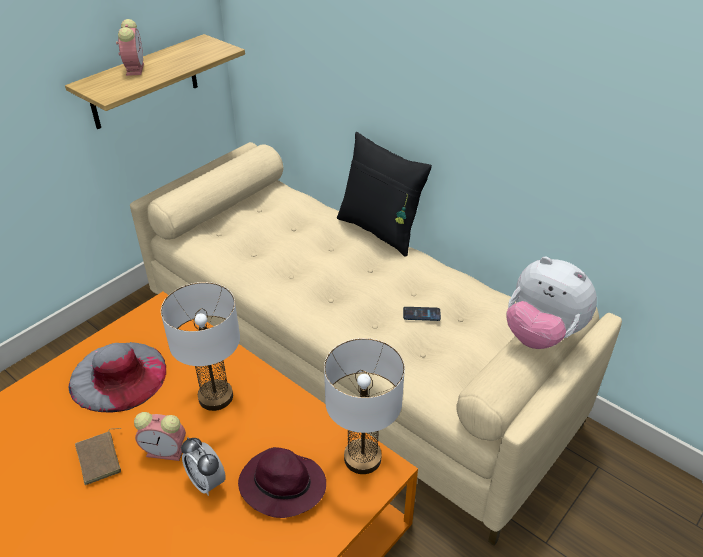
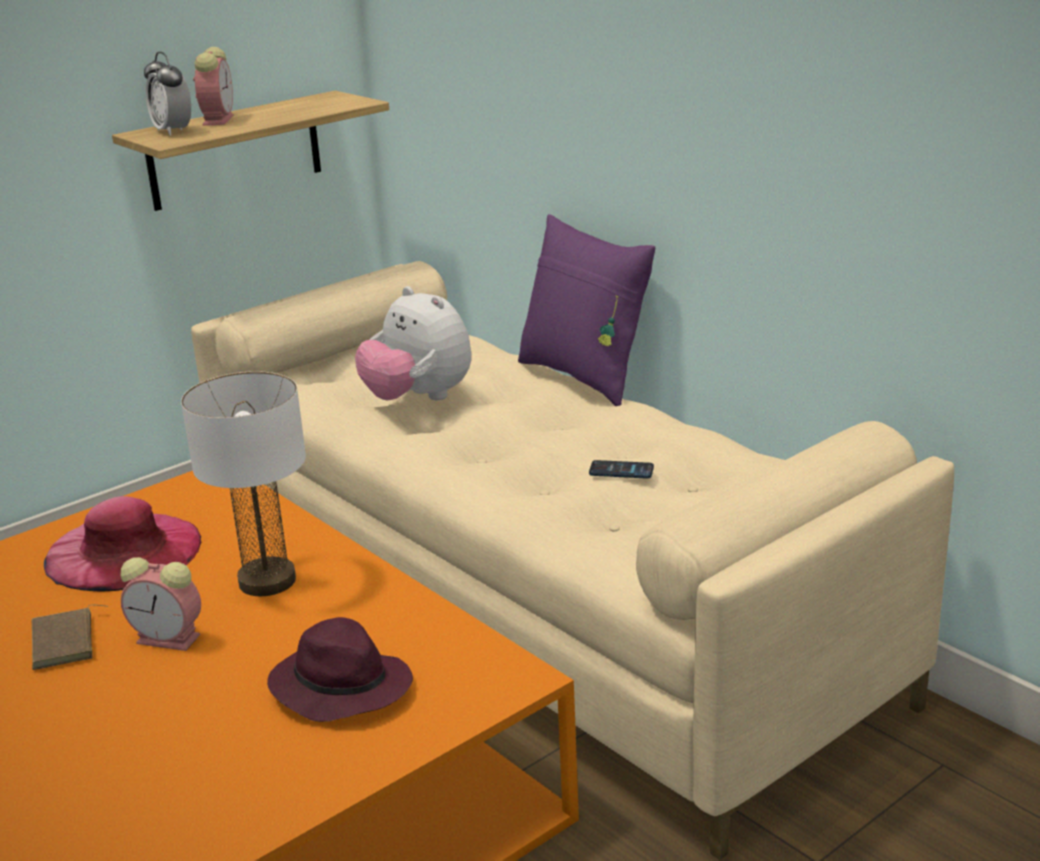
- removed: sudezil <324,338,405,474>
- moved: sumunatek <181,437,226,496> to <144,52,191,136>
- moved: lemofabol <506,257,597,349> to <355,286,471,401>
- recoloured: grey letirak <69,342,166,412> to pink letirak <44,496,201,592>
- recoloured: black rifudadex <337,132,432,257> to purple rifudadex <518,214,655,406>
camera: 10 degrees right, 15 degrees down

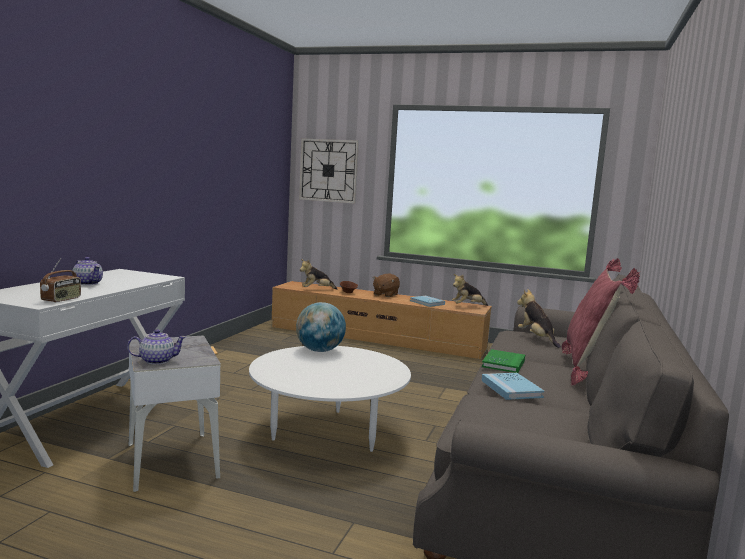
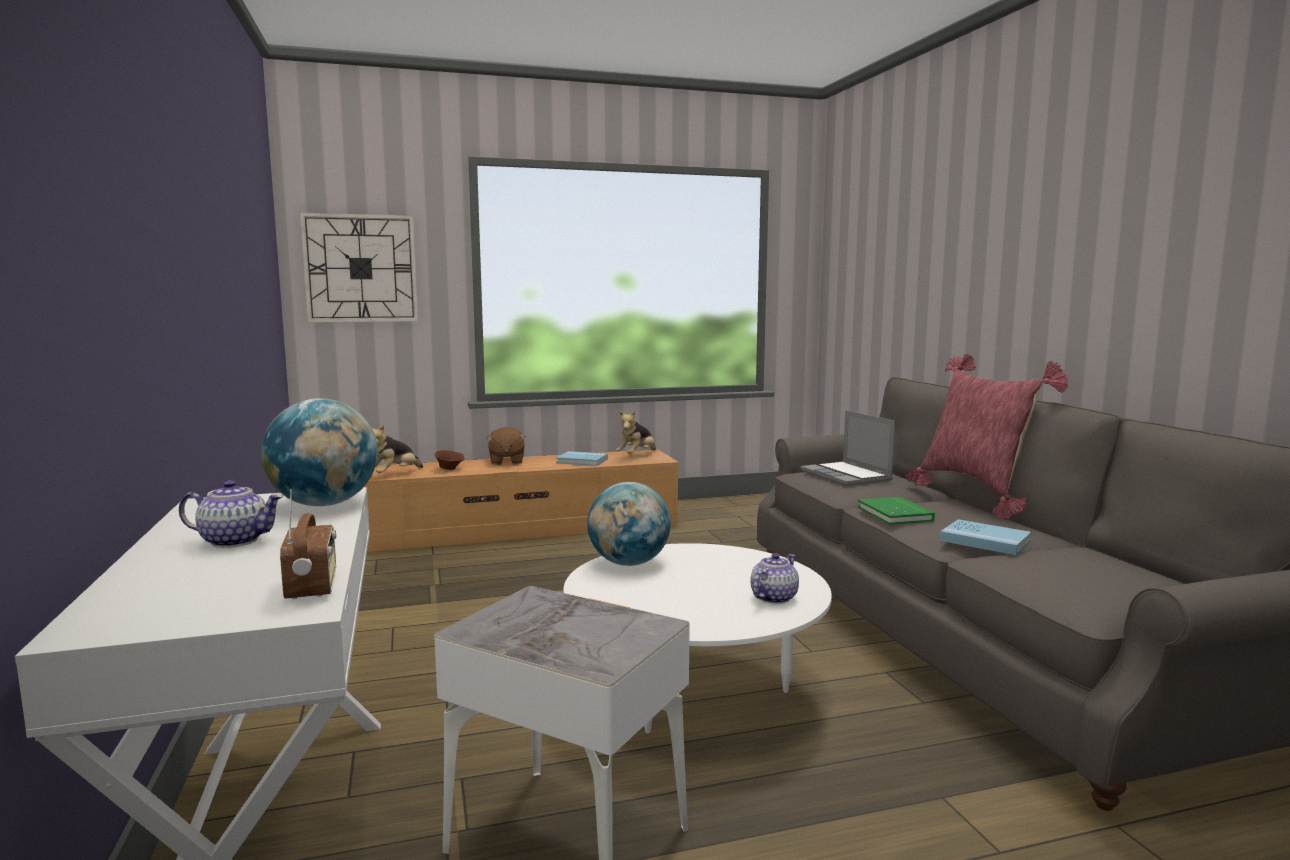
- added: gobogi <261,398,378,506>
- moved: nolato <127,329,186,365> to <751,553,799,604>
- replaced: lemofabol <517,289,561,348> to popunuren <800,410,895,486>
camera: 35 degrees left, 0 degrees up

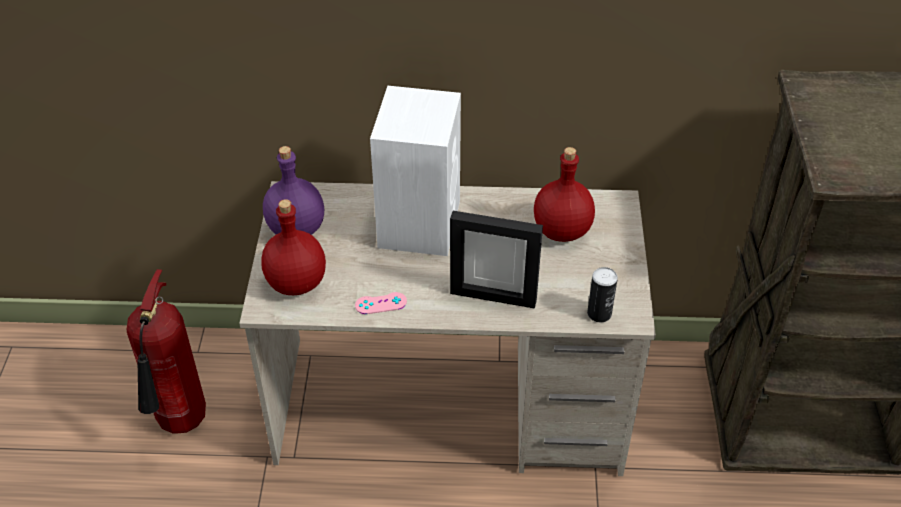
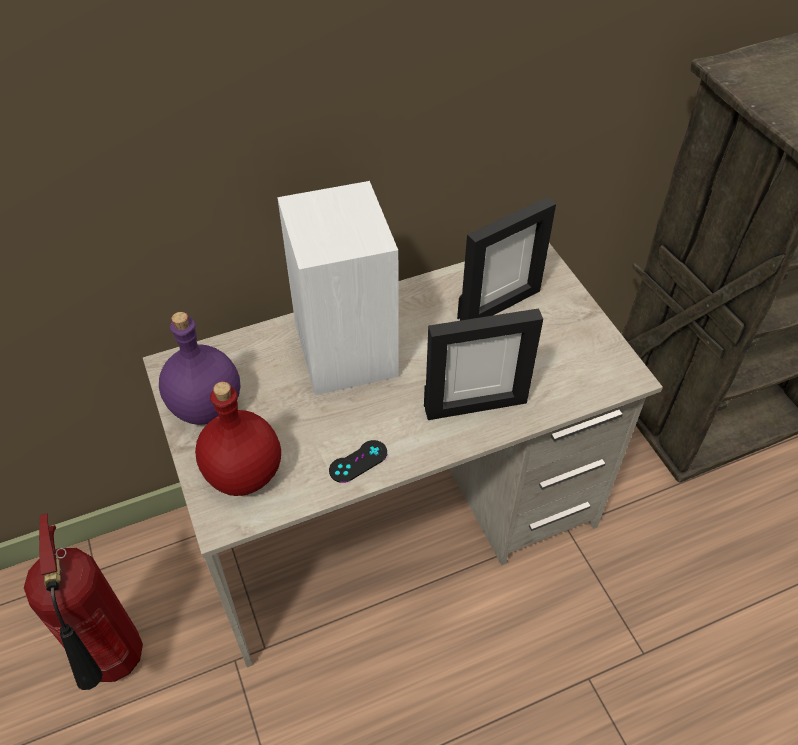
- removed: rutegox <587,267,618,322>
- replaced: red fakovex <534,147,595,242> to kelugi <457,197,556,321>
- recoloured: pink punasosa <355,292,407,314> to black punasosa <329,440,387,483>
camera: 25 degrees left, 5 degrees up

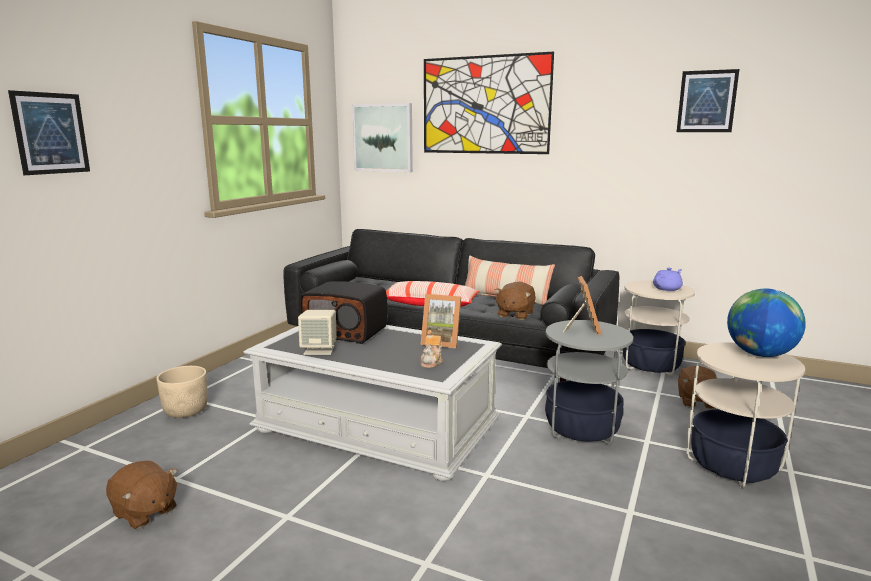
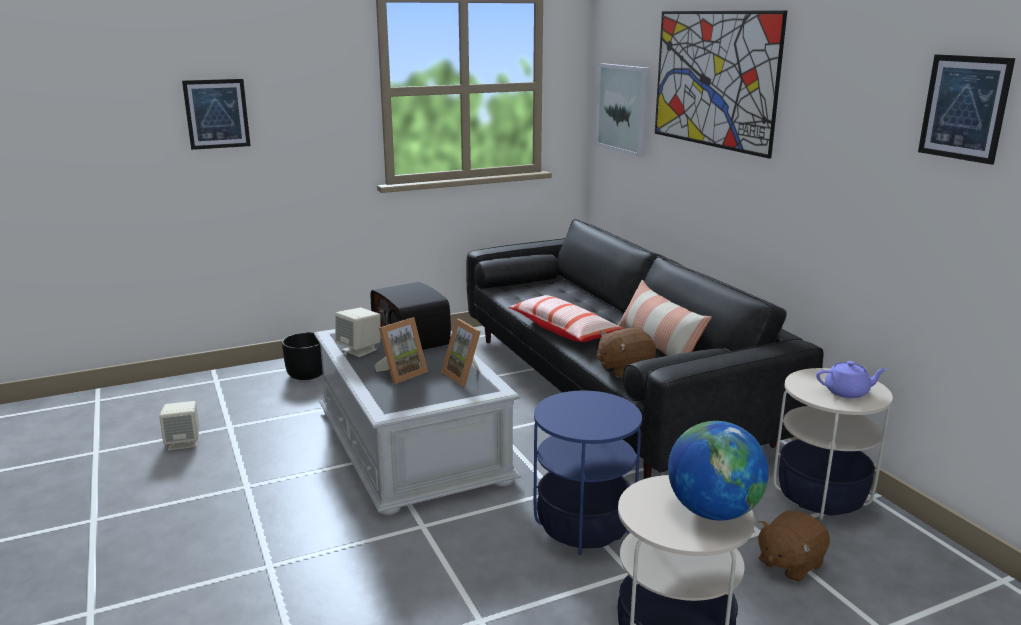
- removed: nolato <420,330,443,368>
- moved: kelugi <563,276,602,335> to <374,317,428,384>
- replaced: brown lemofabol <106,460,177,529> to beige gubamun <159,401,199,450>
- recoloured: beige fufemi <156,366,208,418> to black fufemi <282,332,323,380>
- recoloured: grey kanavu <545,320,633,445> to blue kanavu <534,391,642,555>
camera: 40 degrees right, 5 degrees up

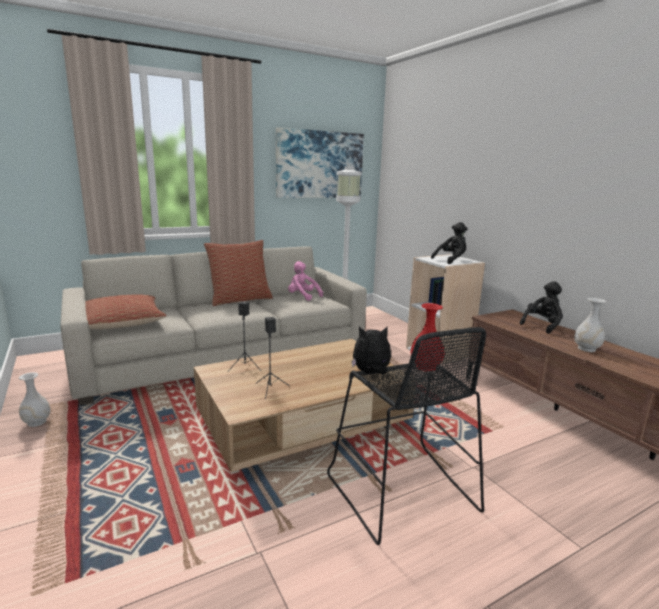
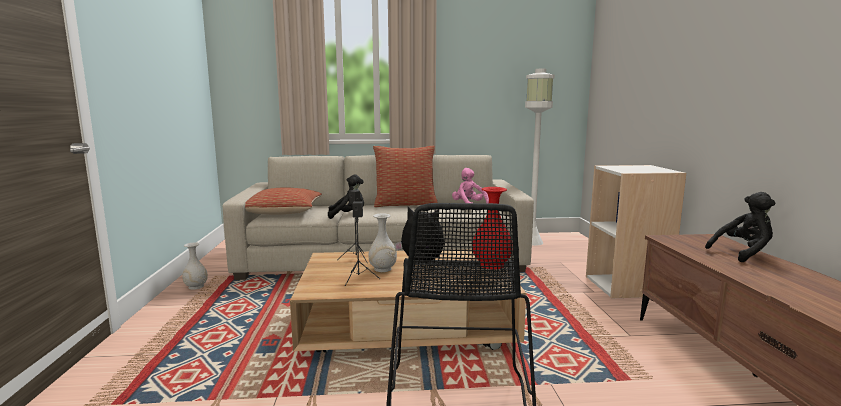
- removed: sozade <276,127,364,198>
- moved: black lemofabol <431,222,468,264> to <328,174,364,219>
- moved: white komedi <574,298,606,352> to <368,213,397,272>
camera: 25 degrees right, 5 degrees down

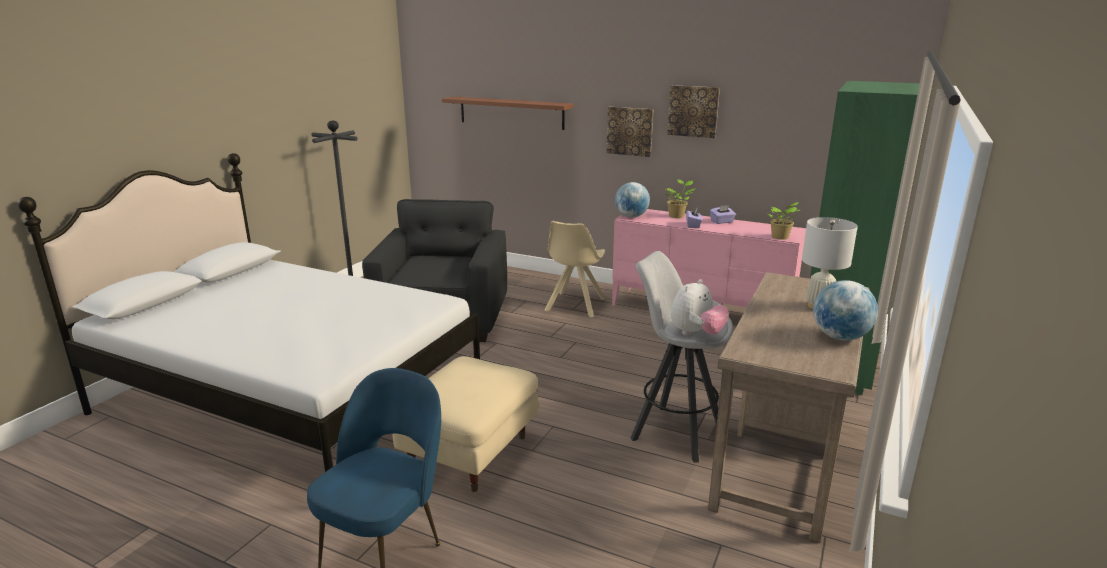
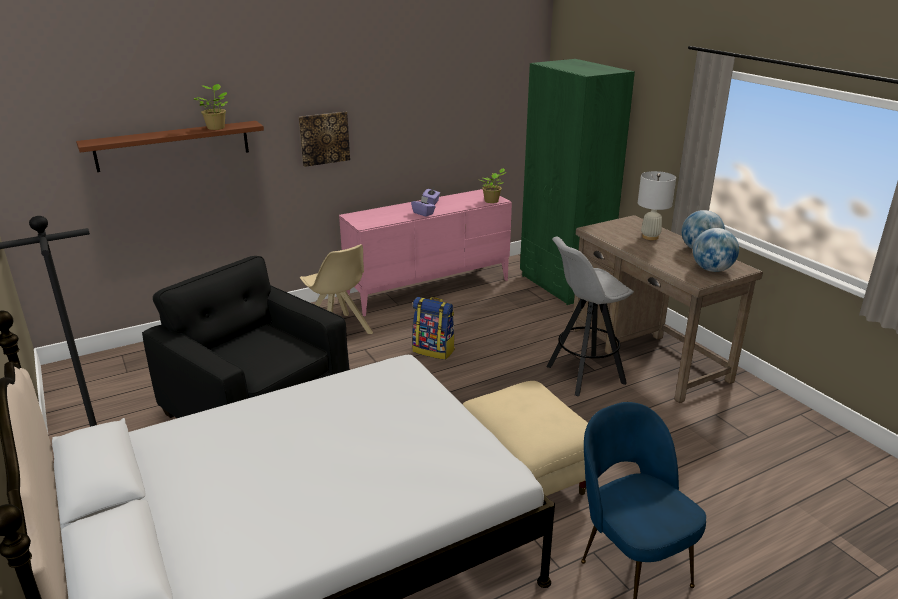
- removed: sozade <667,85,720,138>
- removed: lemofabol <671,279,729,335>
- added: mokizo <412,297,455,360>
- moved: gobogi <615,182,650,217> to <693,228,739,272>
- moved: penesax <665,179,695,218> to <194,84,228,130>
camera: 55 degrees left, 5 degrees up

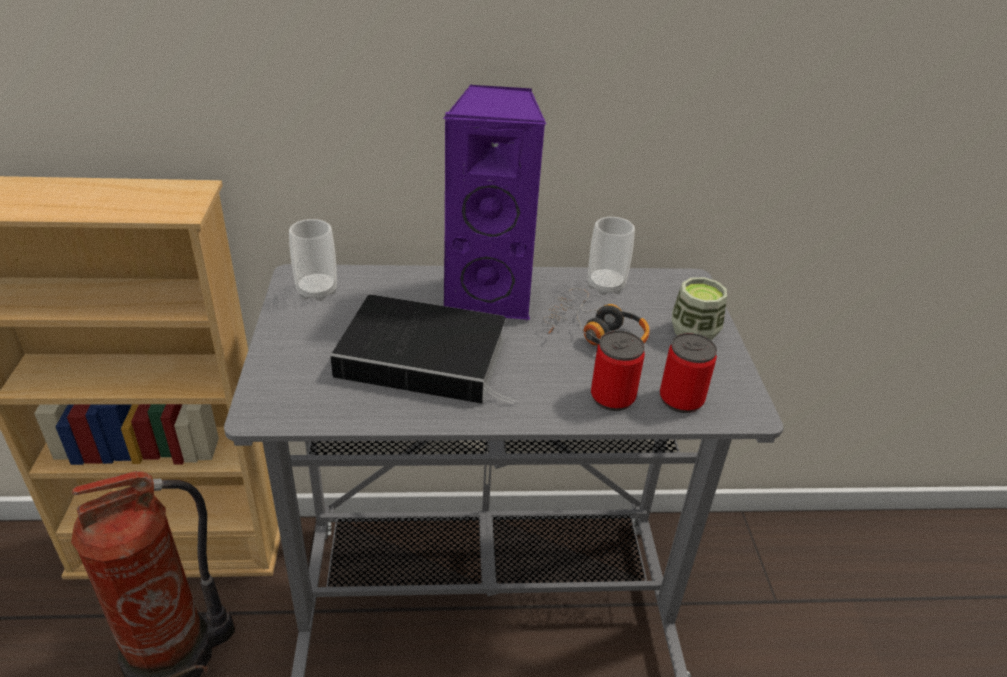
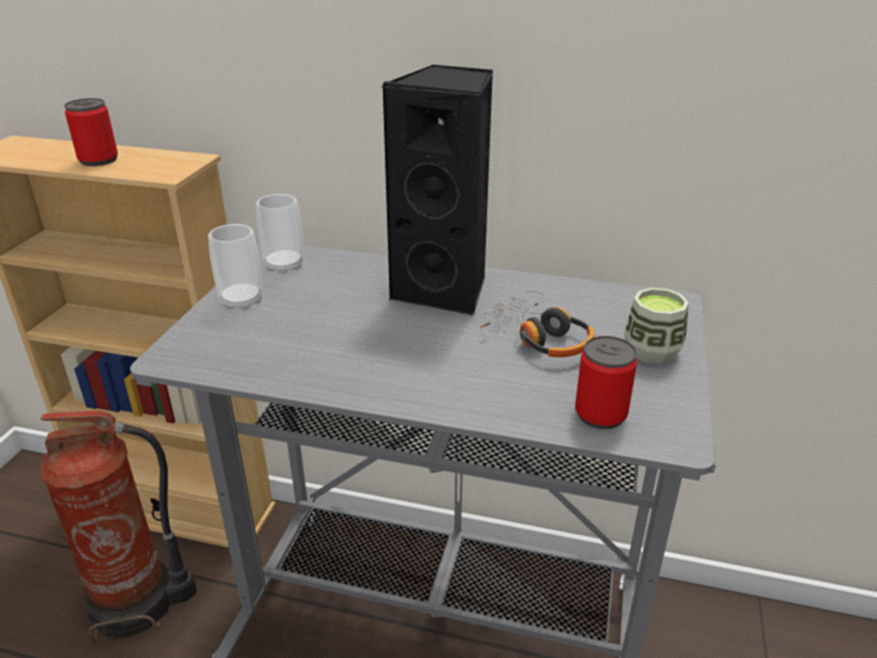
- removed: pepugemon <330,295,516,404>
- moved: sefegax <588,217,635,295> to <208,224,262,310>
- moved: rutegox <591,331,645,411> to <64,98,118,166>
- recoloured: purple gubamun <443,85,546,320> to black gubamun <381,65,493,317>
camera: 20 degrees right, 5 degrees down

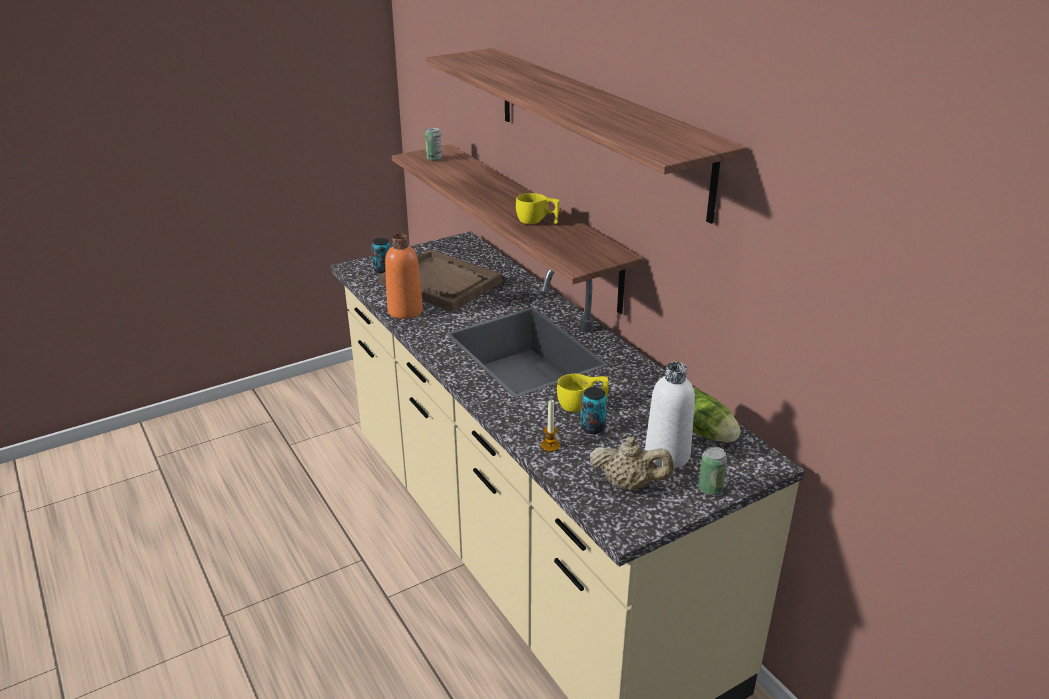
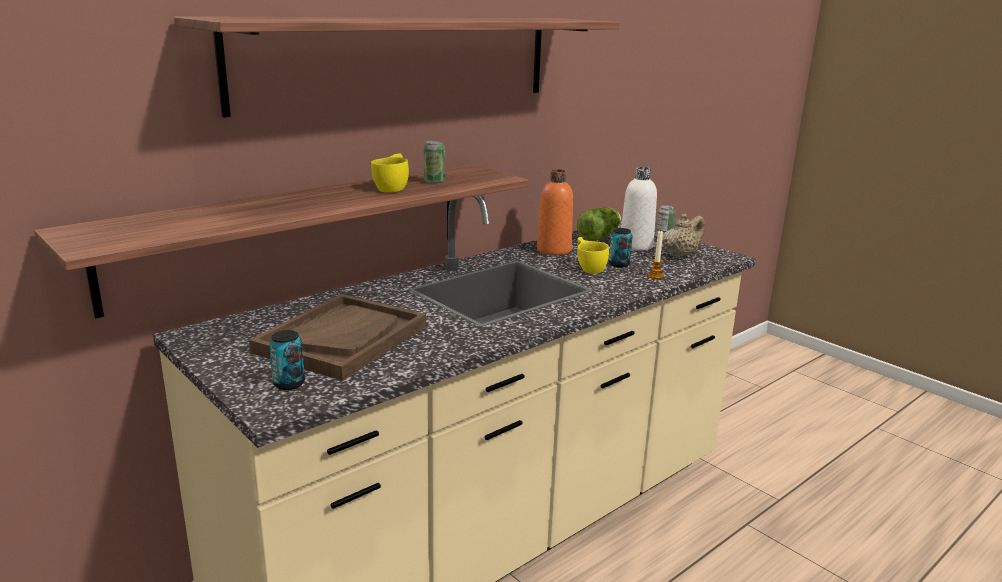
- moved: orange fakovex <385,233,423,319> to <537,169,573,255>
- moved: rutegox <425,128,442,161> to <424,141,445,184>
- turned: beige nolato <590,437,673,490> = <662,214,705,258> 45 degrees clockwise
camera: 100 degrees left, 10 degrees down

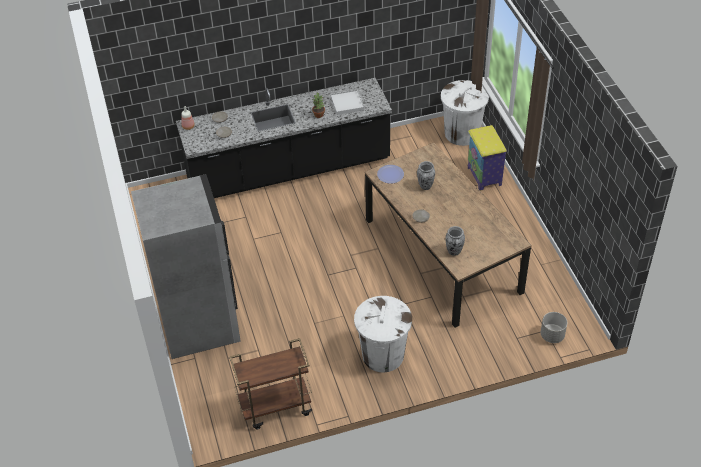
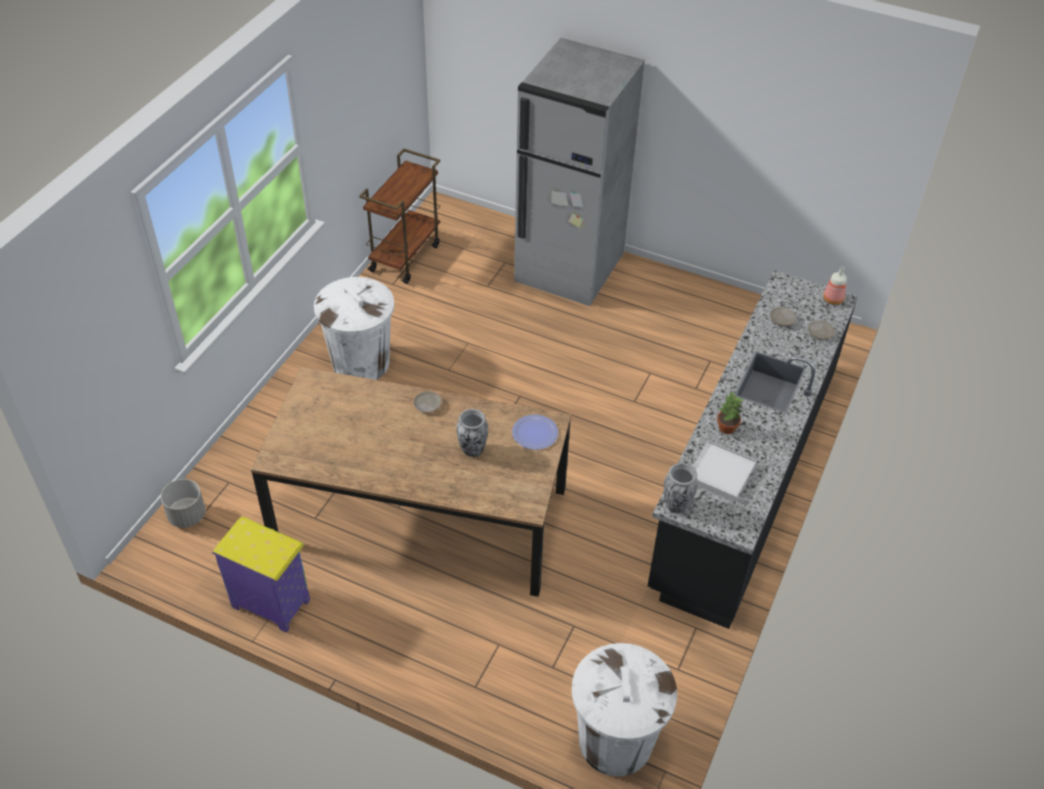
- moved: komedi <445,226,465,256> to <664,463,698,513>
- moved: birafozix <468,125,507,190> to <212,516,310,633>
camera: 130 degrees right, 0 degrees up

